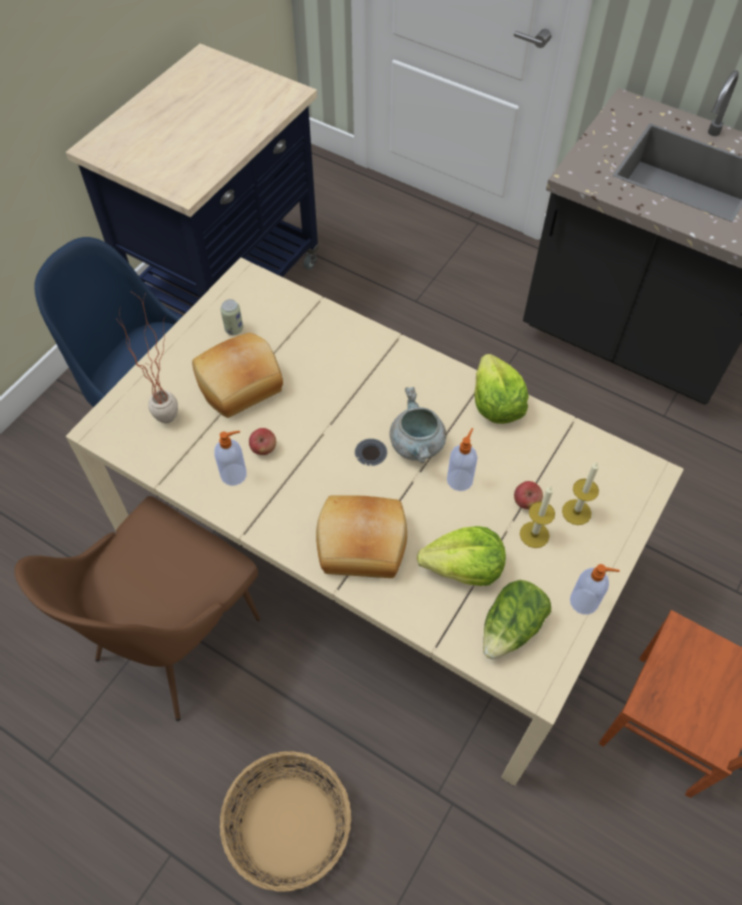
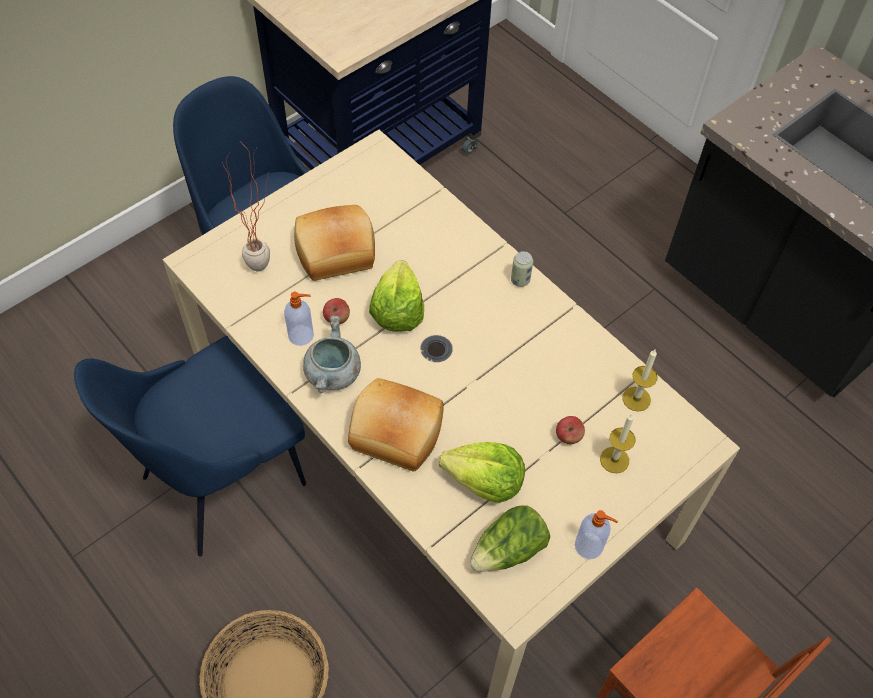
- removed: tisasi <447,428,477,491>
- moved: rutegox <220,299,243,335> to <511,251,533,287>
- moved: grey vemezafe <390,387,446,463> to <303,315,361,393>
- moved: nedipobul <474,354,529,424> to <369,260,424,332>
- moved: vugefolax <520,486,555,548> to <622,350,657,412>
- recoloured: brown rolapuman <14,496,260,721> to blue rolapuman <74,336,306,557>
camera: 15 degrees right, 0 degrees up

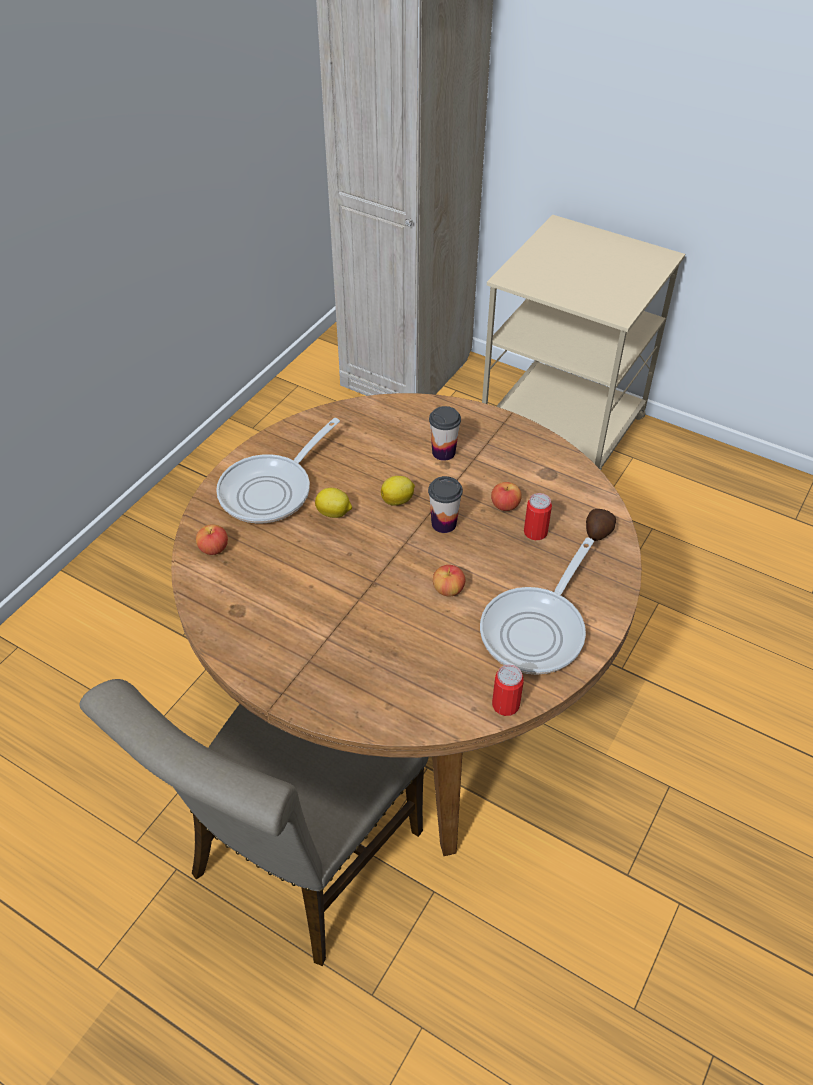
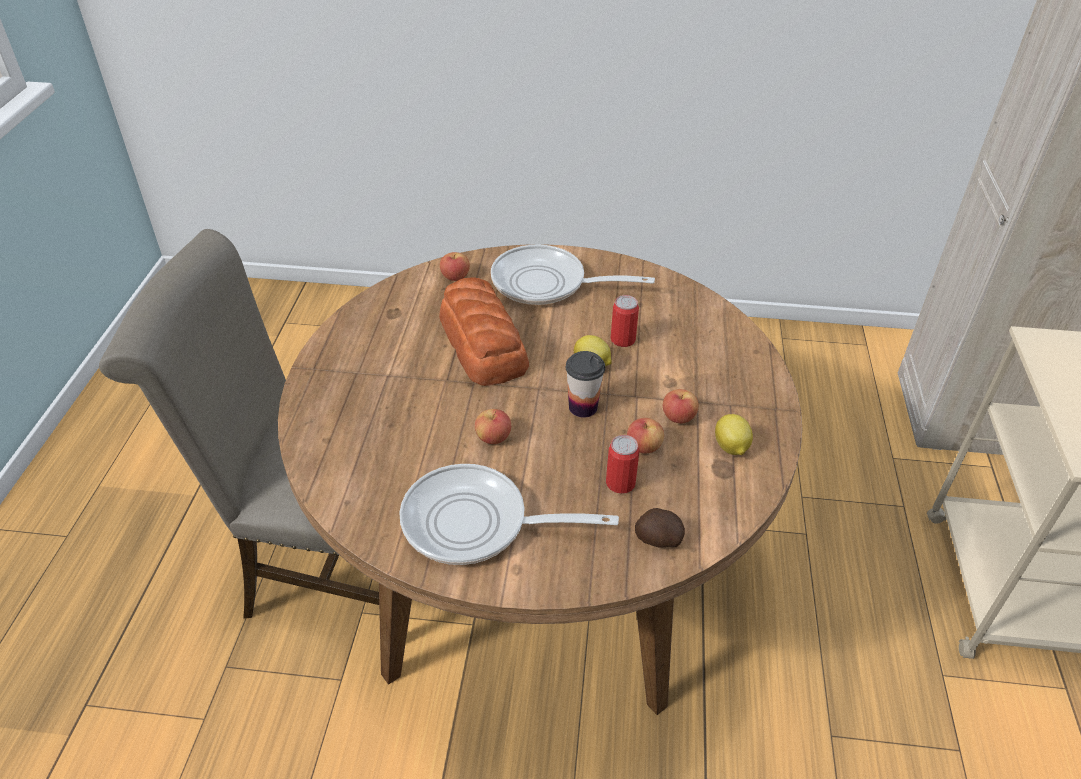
- removed: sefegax <429,406,461,461>
- added: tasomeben <439,277,529,386>
- added: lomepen <663,389,699,423>
- moved: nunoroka <315,488,352,518> to <715,414,753,455>
- moved: rutegox <492,665,524,716> to <611,295,639,347>
camera: 65 degrees right, 5 degrees down

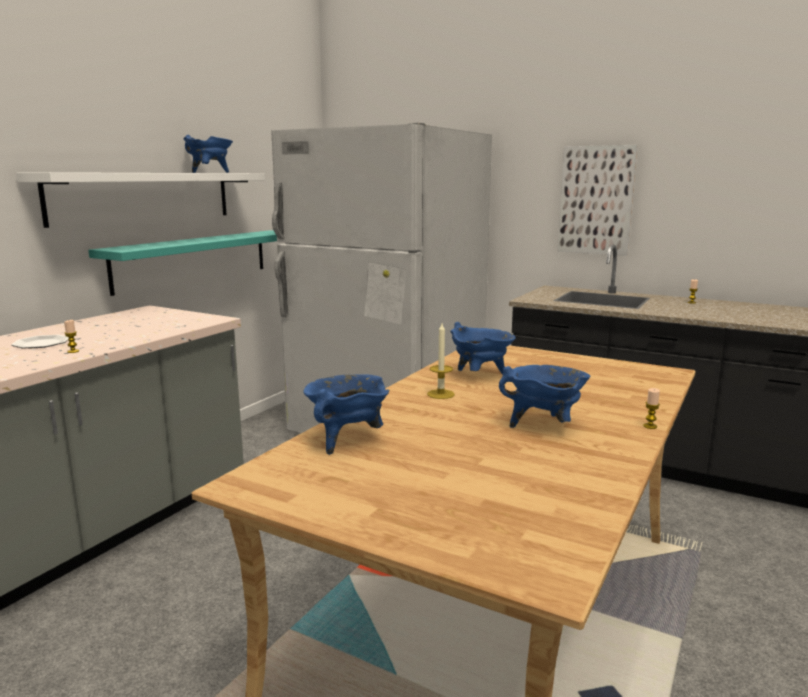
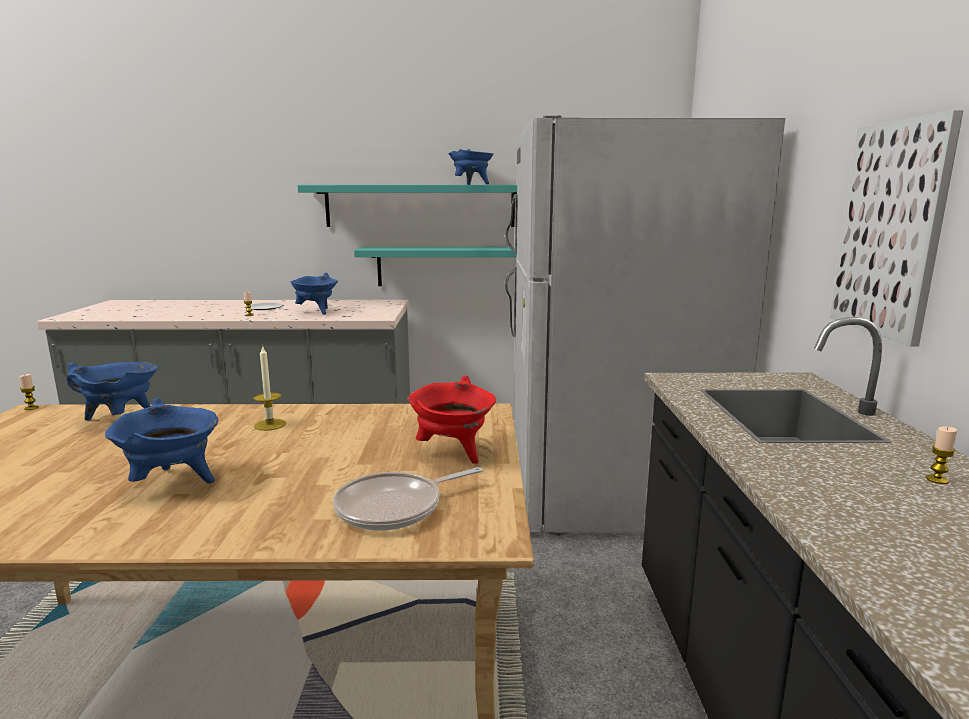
- added: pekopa <333,467,483,531>
- added: red vemezafe <407,376,496,464>
- moved: blue vemezafe <450,322,516,374> to <290,273,338,315>
- moved: vugefolax <643,388,660,429> to <19,374,39,410>
- recoloured: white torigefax <16,172,265,228> to turquoise torigefax <297,185,517,227>
camera: 60 degrees right, 0 degrees up

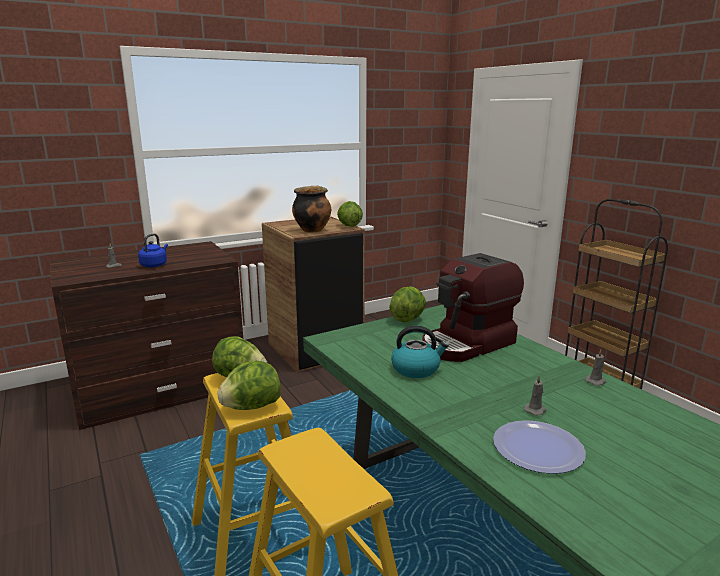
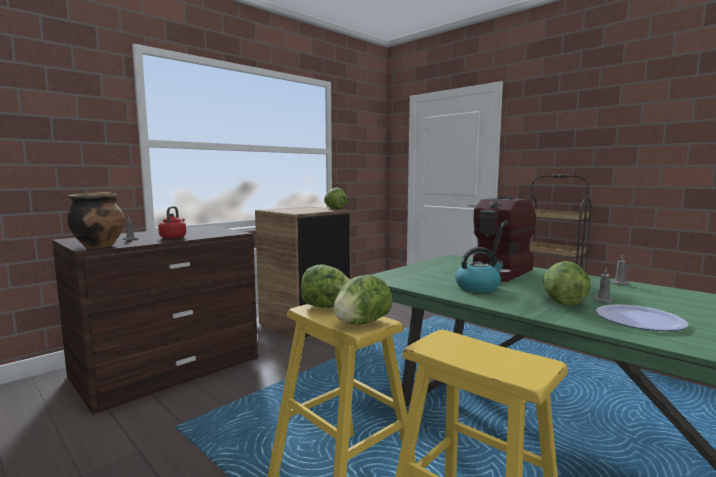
- moved: vemezafe <292,186,331,233> to <67,192,125,249>
- moved: nedipobul <389,286,426,322> to <543,261,591,306>
- recoloured: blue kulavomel <138,233,168,267> to red kulavomel <158,206,186,239>
camera: 15 degrees left, 10 degrees down

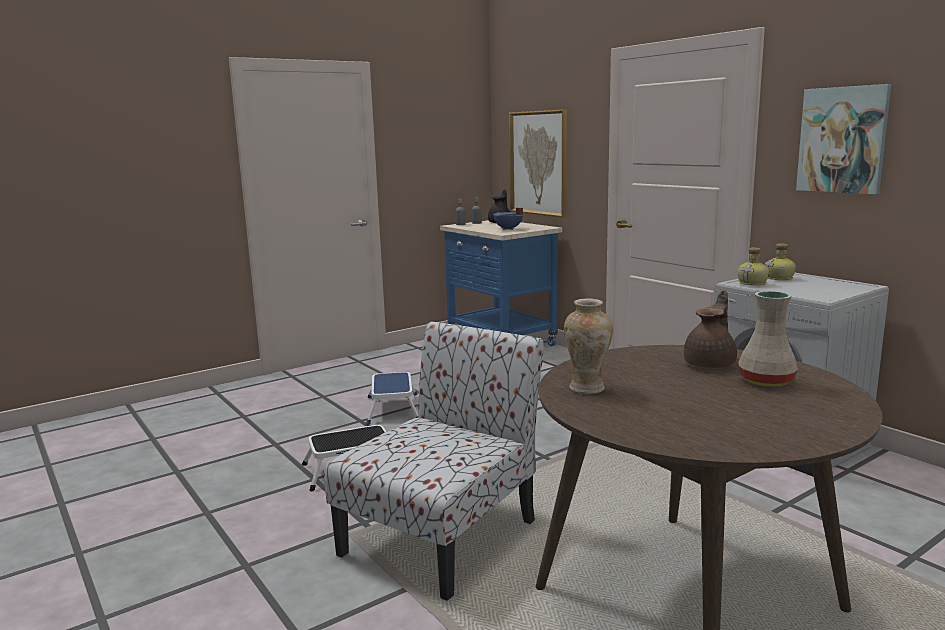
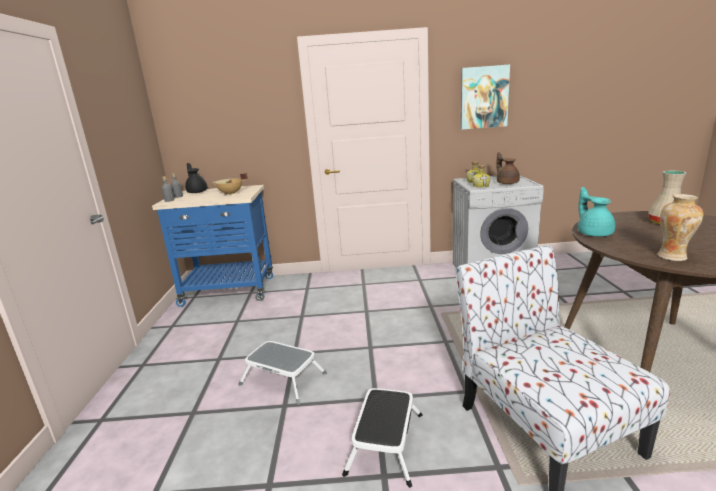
- removed: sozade <509,109,567,217>
- added: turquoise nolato <578,187,615,237>
- moved: brown nolato <684,290,737,368> to <496,152,520,184>
- recoloured: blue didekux <366,372,418,425> to grey didekux <238,341,327,405>
- recoloured: blue vemezafe <493,207,523,230> to beige vemezafe <212,173,248,195>
camera: 55 degrees left, 5 degrees up

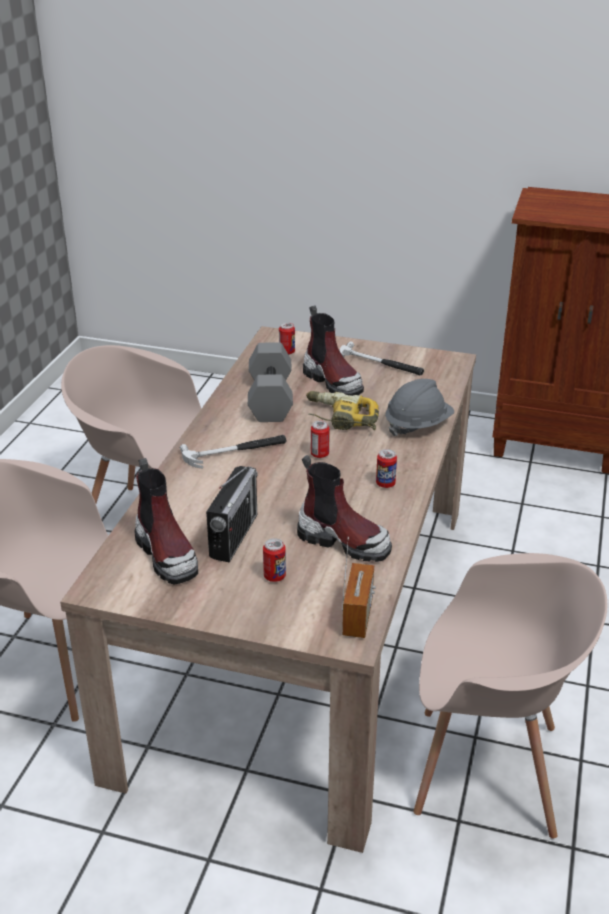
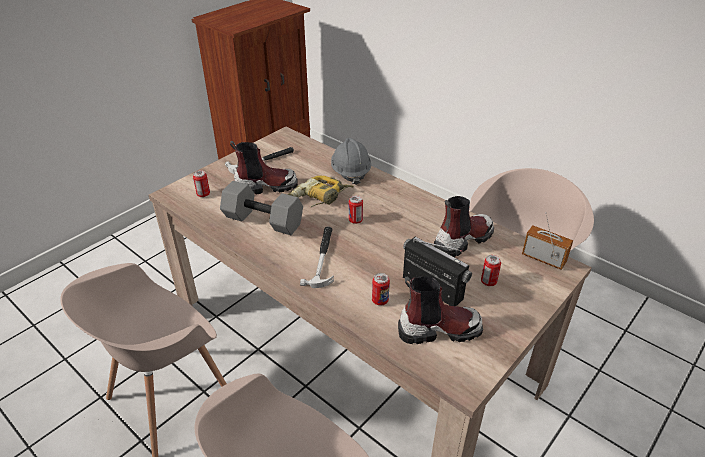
- moved: rutegox <376,449,397,488> to <372,273,390,306>
camera: 65 degrees left, 5 degrees up

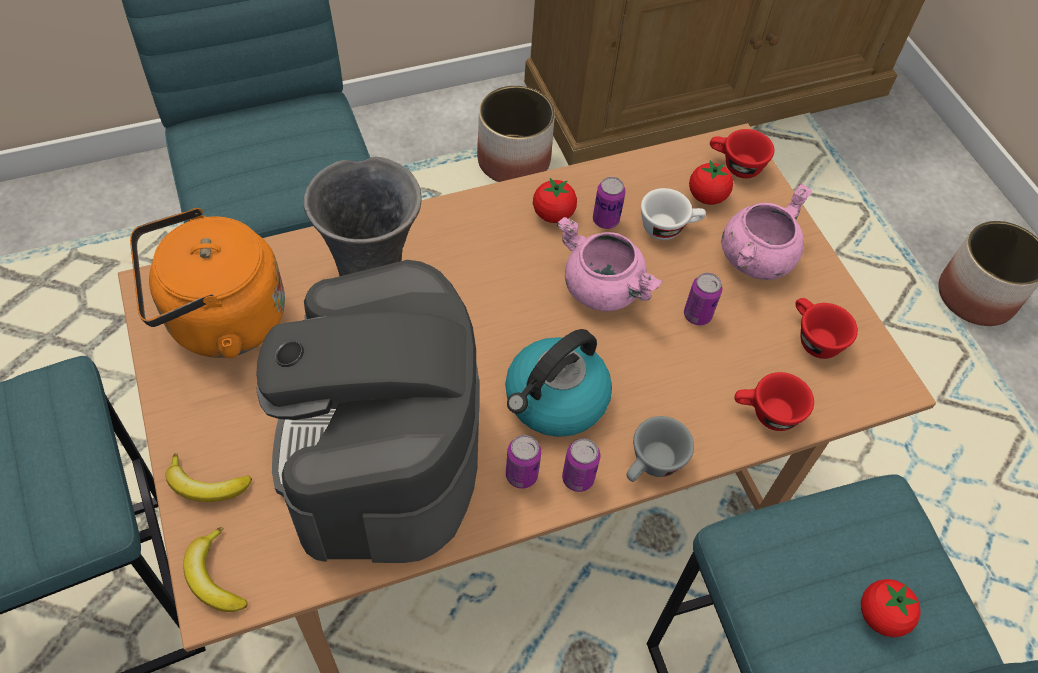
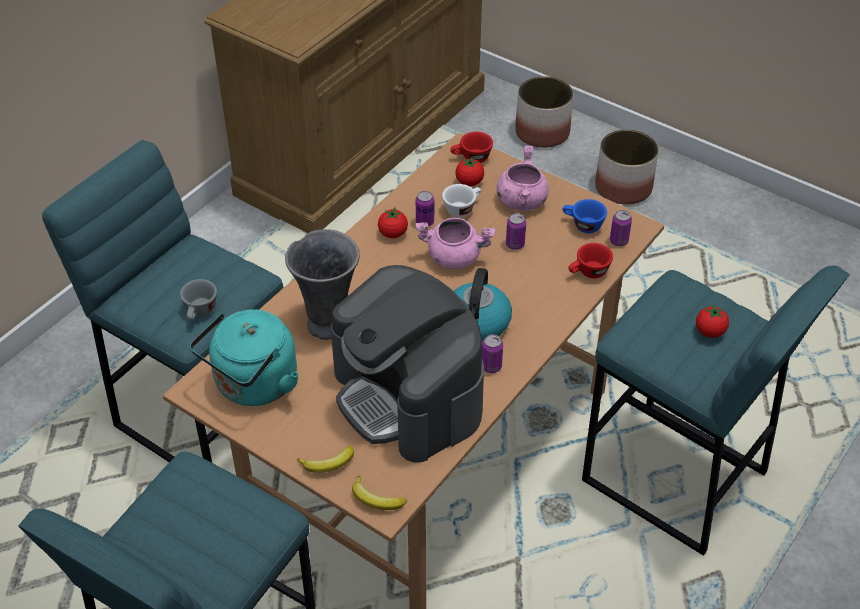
- moved: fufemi <477,86,555,182> to <515,76,573,148>
- moved: rutegox <562,438,600,492> to <610,210,632,247>
- moved: grey sefegax <627,416,694,482> to <180,279,217,321>
- recoloured: orange kulavomel <130,208,285,358> to turquoise kulavomel <190,309,299,406>
- recoloured: red sefegax <795,298,858,359> to blue sefegax <562,199,607,233>
camera: 30 degrees left, 10 degrees down

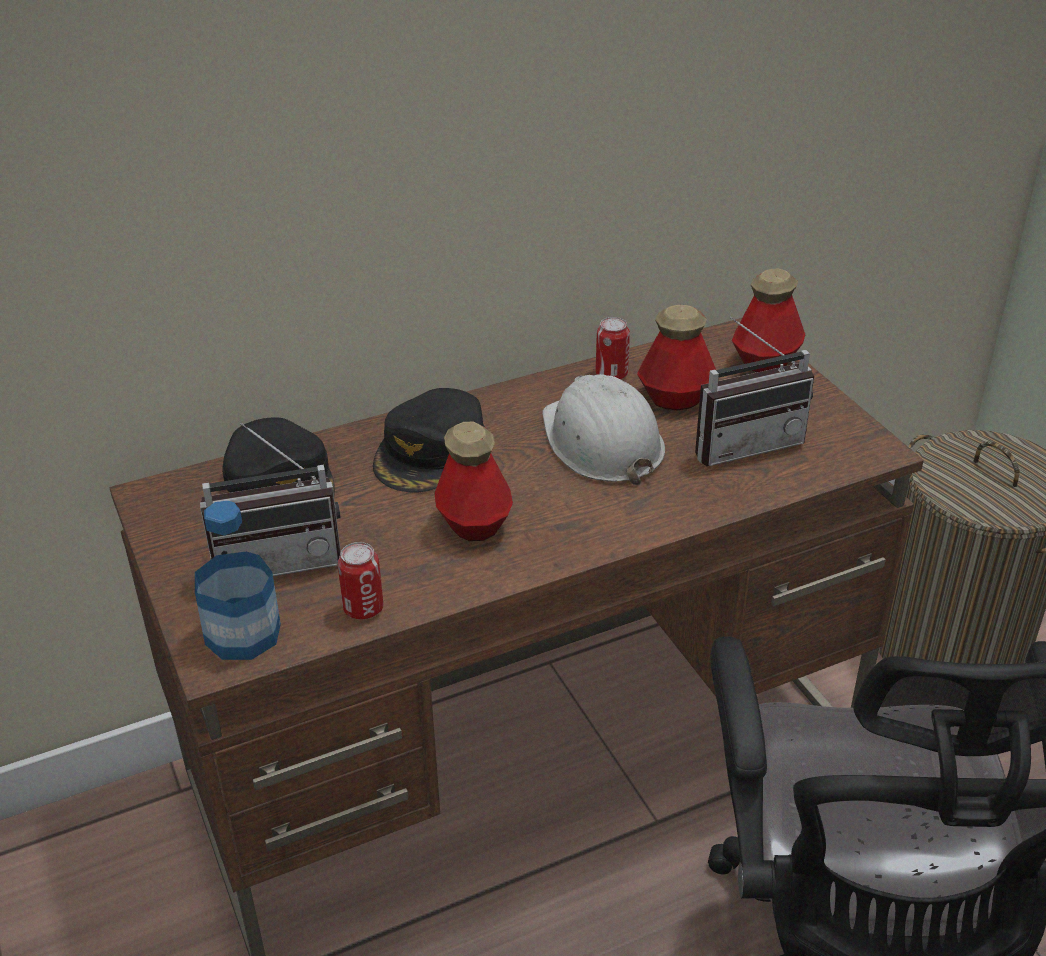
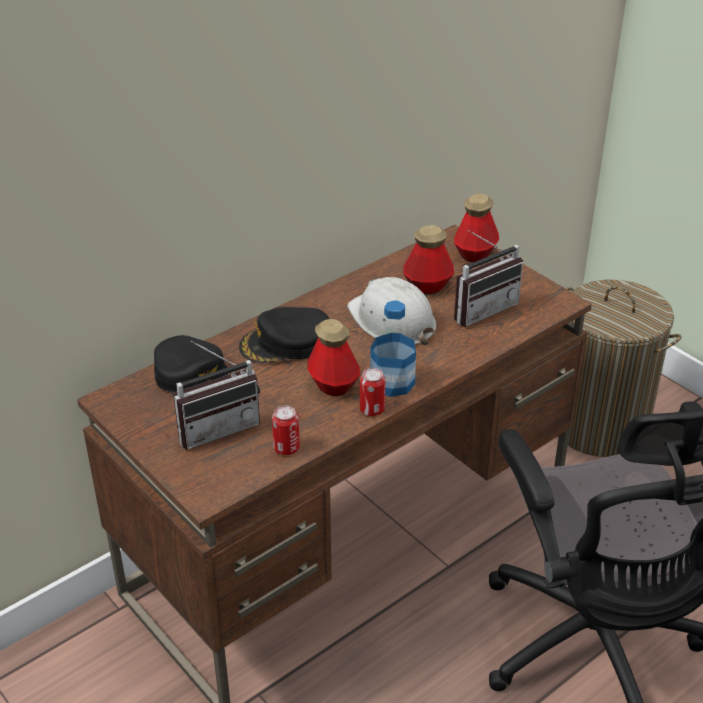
- moved: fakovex <195,501,281,660> to <370,300,416,397>
- moved: rutegox <596,317,630,379> to <360,368,385,416>
- turned: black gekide <373,388,485,492> = <239,307,329,363> 60 degrees clockwise
camera: 15 degrees left, 0 degrees up

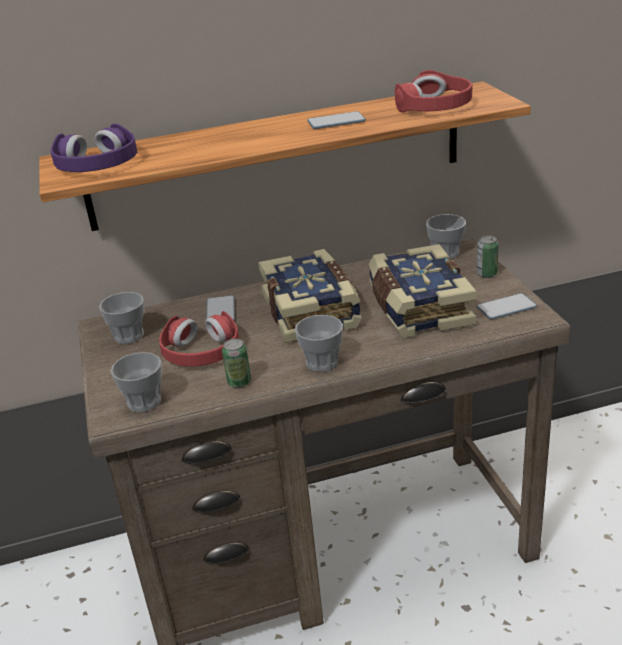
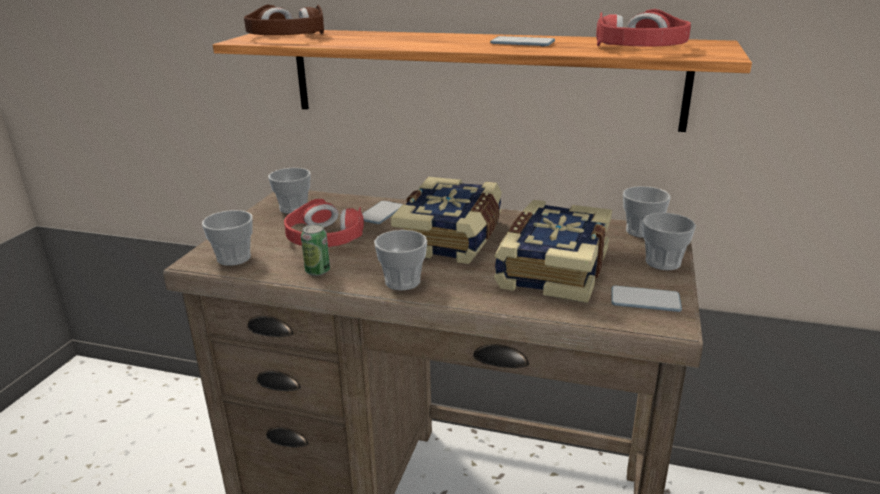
- replaced: rutegox <477,235,499,278> to sefegax <642,213,696,270>
- recoloured: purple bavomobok <50,123,137,172> to brown bavomobok <244,5,324,35>
camera: 30 degrees right, 5 degrees down

